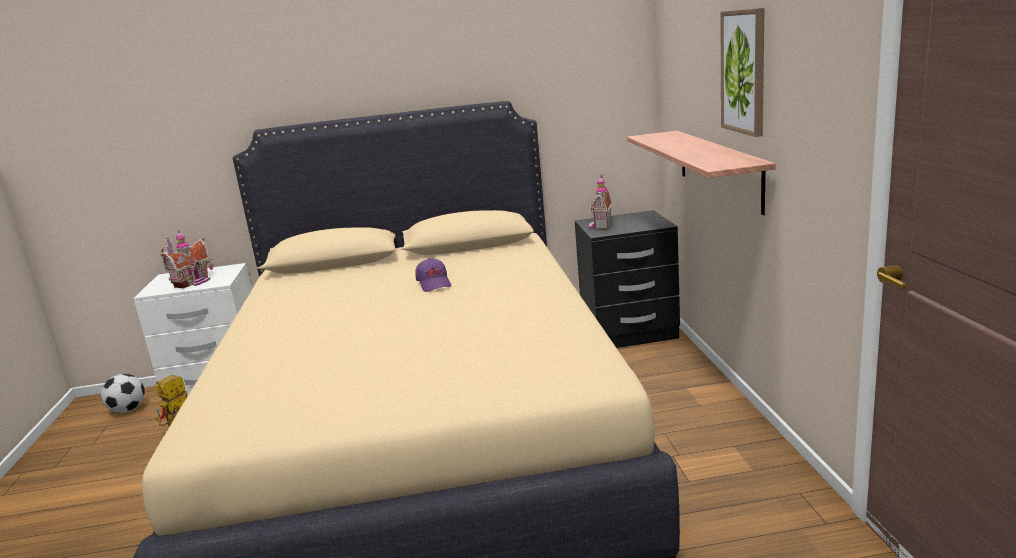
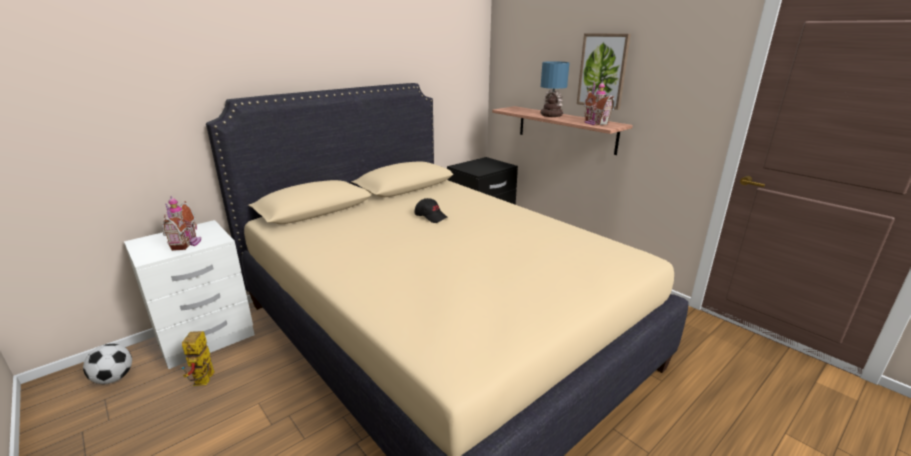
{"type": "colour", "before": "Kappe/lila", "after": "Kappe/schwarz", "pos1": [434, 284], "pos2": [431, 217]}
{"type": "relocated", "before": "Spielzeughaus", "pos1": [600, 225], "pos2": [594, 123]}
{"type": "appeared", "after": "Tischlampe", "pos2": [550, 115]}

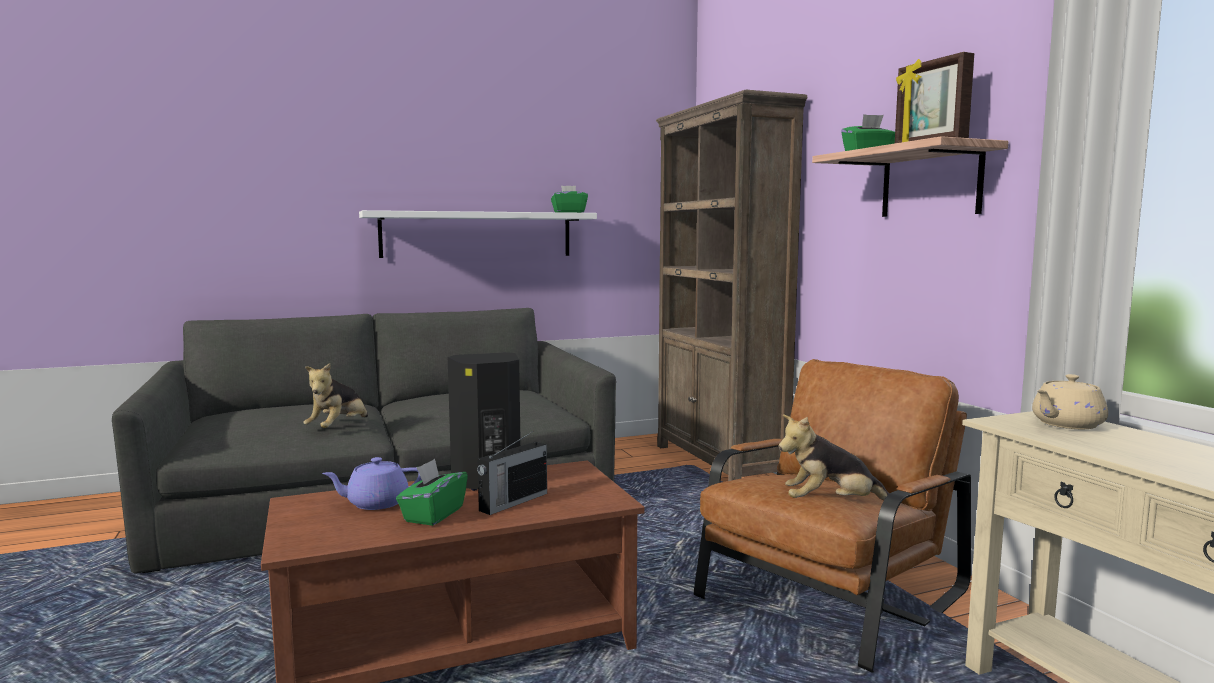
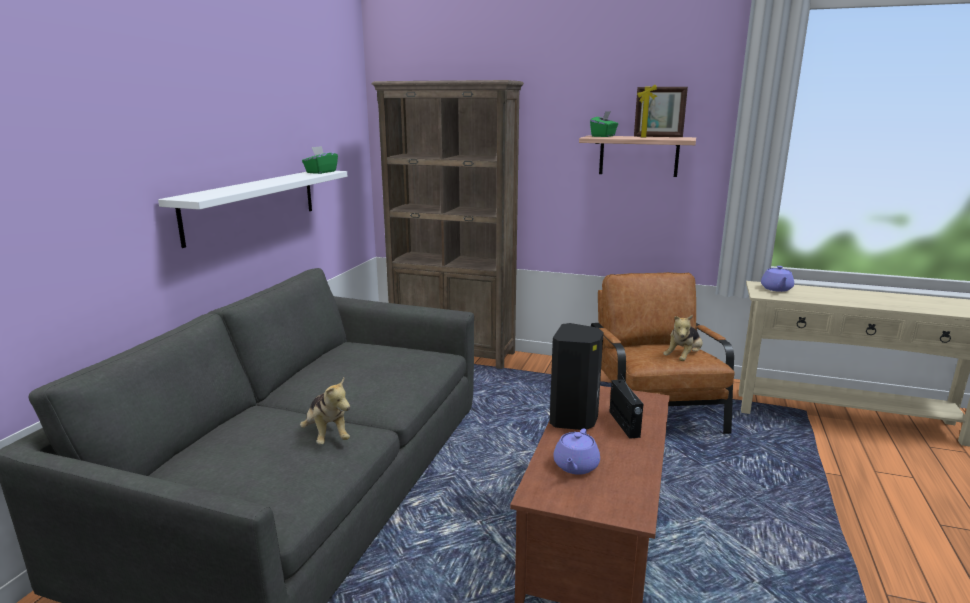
{"type": "missing", "before": "Taschentuchbox/grün", "pos1": [433, 514]}
{"type": "colour", "before": "Teekanne/beige", "after": "Teekanne/lila", "pos1": [1066, 424], "pos2": [776, 289]}

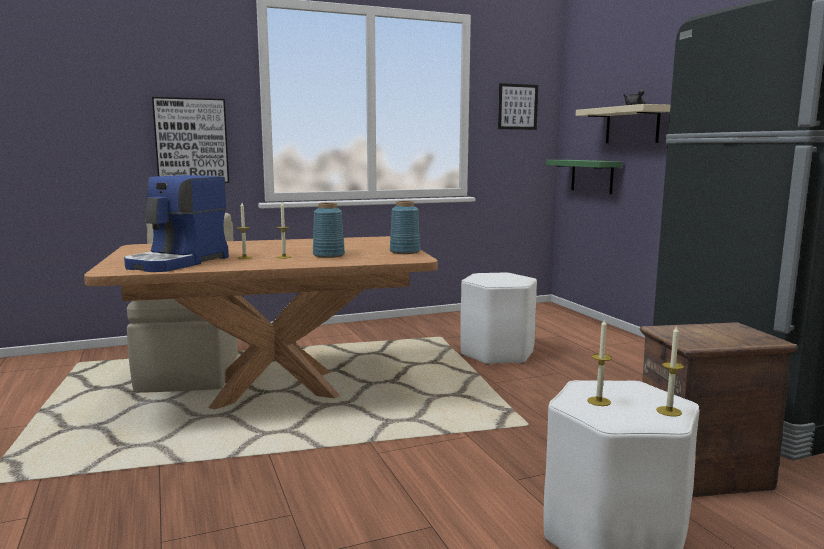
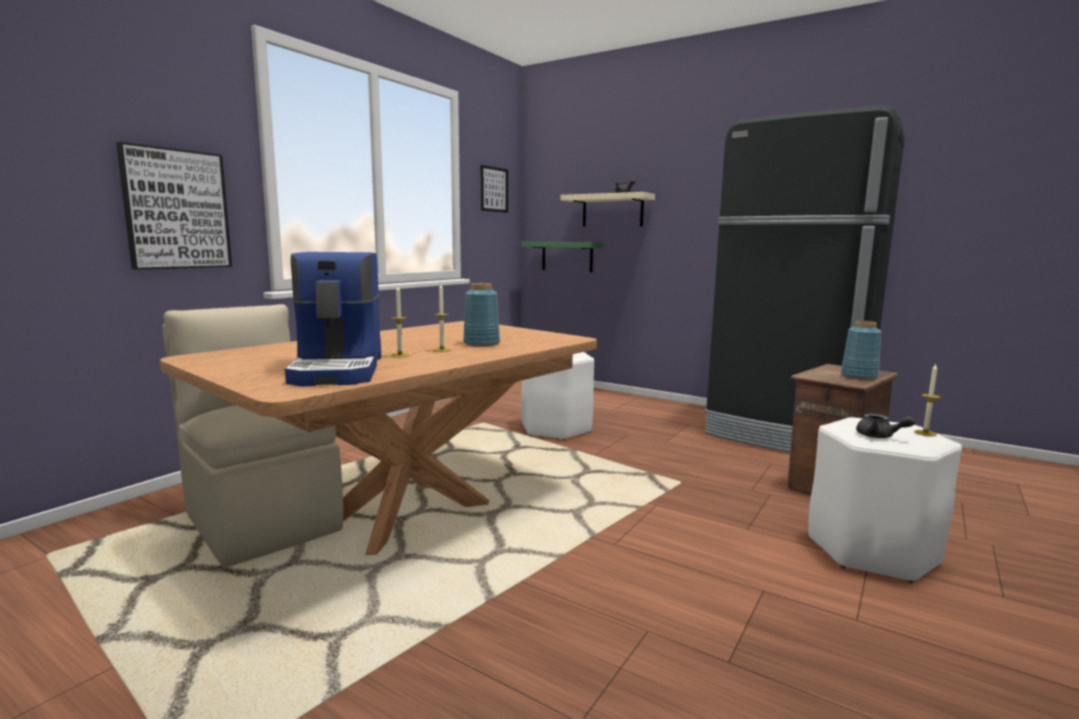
{"type": "relocated", "before": "Vase/blau", "pos1": [404, 252], "pos2": [858, 376]}
{"type": "exchanged", "before": "Kerze", "after": "Teekanne/grau", "pos1": [599, 401], "pos2": [879, 436]}

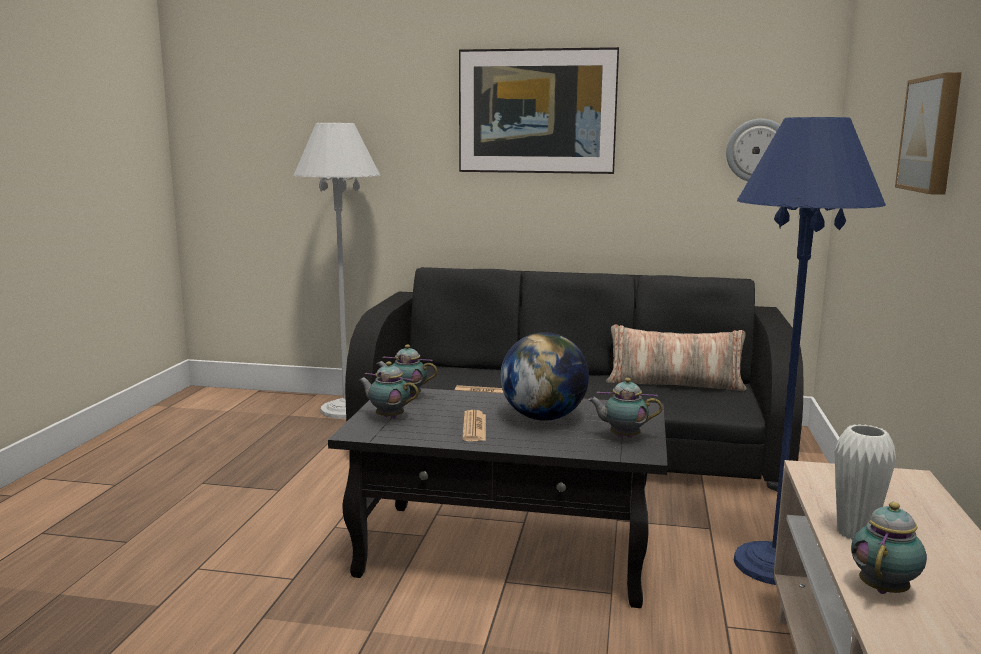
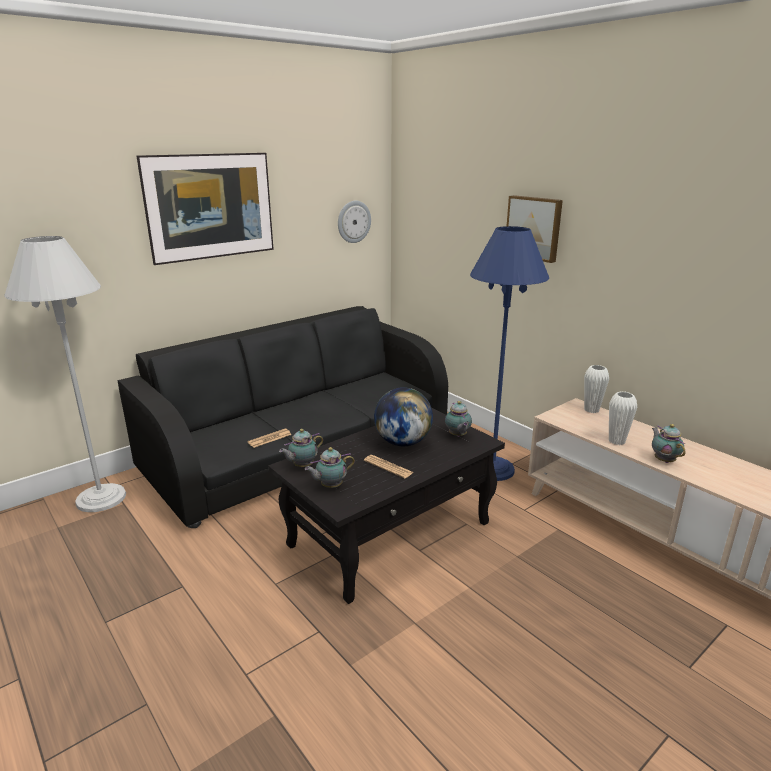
{"type": "spun", "before": "Teekanne", "pos1": [622, 436], "pos2": [457, 436], "turn": -60}
{"type": "missing", "before": "Kissen", "pos1": [674, 384]}
{"type": "appeared", "after": "Vase/weiß", "pos2": [591, 410]}

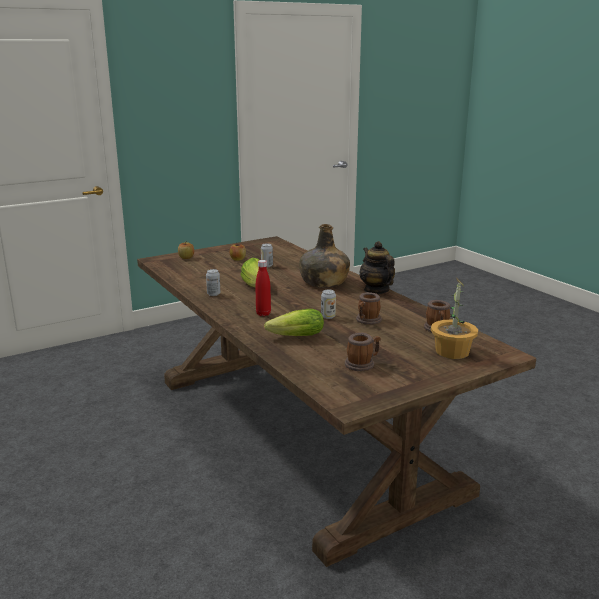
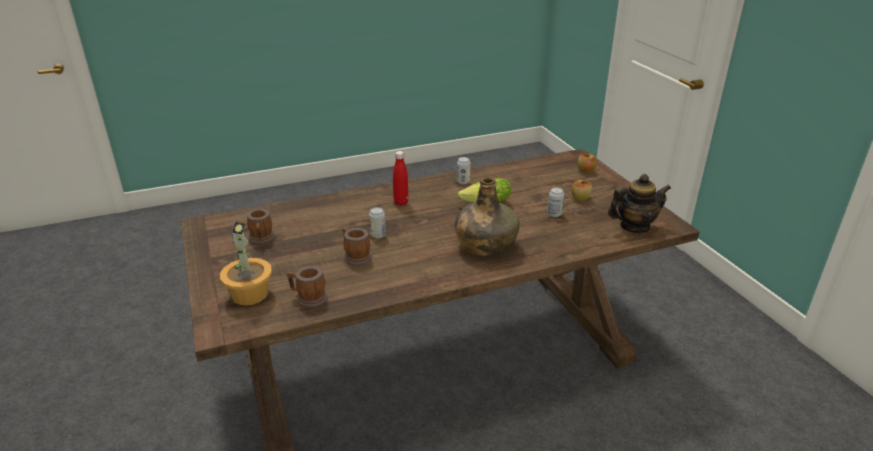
{"type": "missing", "before": "Salatkopf", "pos1": [293, 337]}
{"type": "relocated", "before": "Teekanne", "pos1": [376, 290], "pos2": [634, 226]}

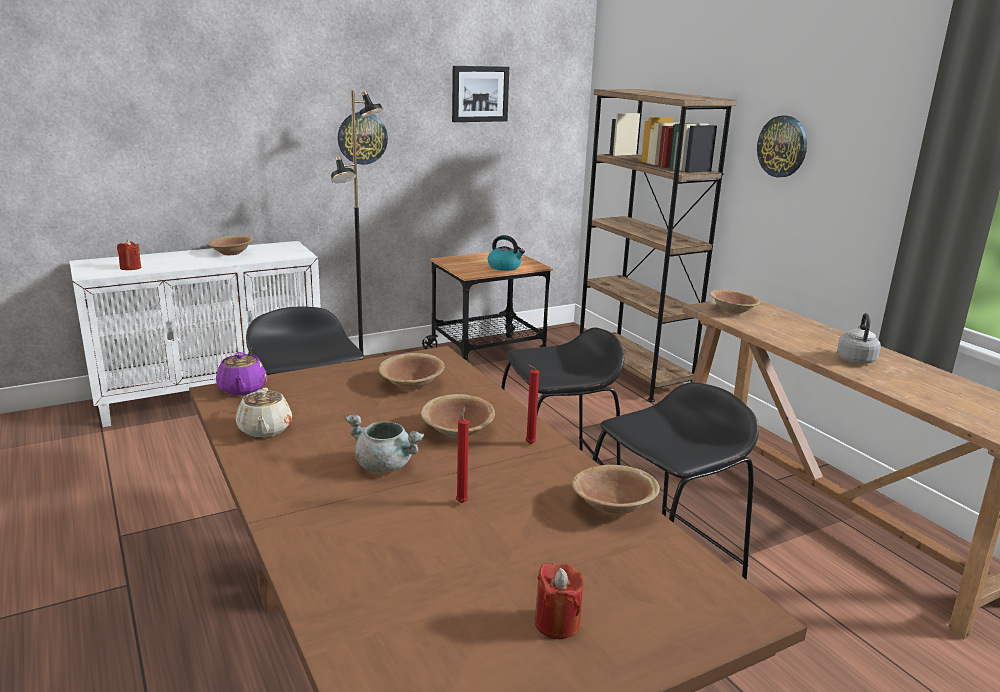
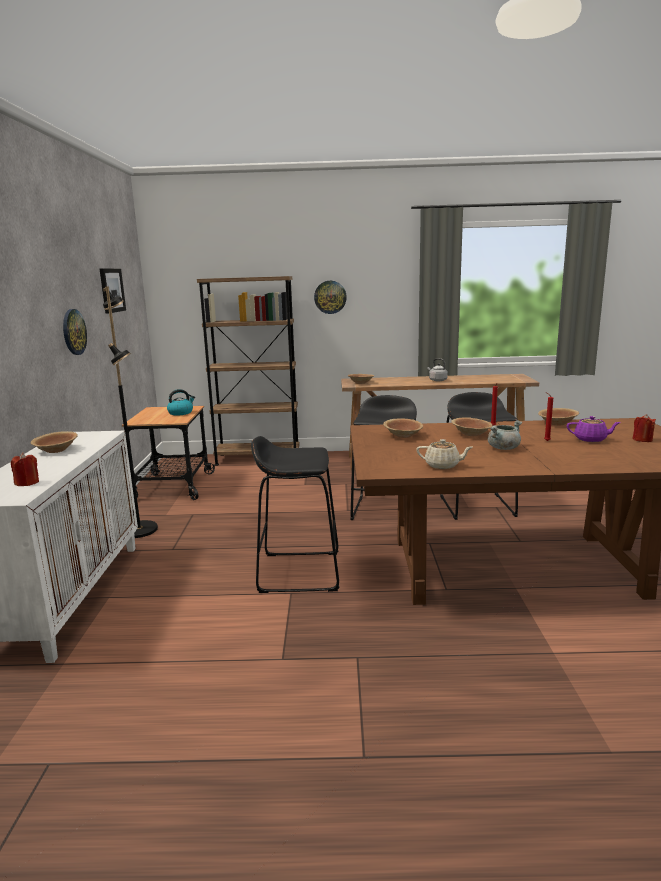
{"type": "relocated", "before": "Teekanne/lila", "pos1": [242, 389], "pos2": [591, 439]}

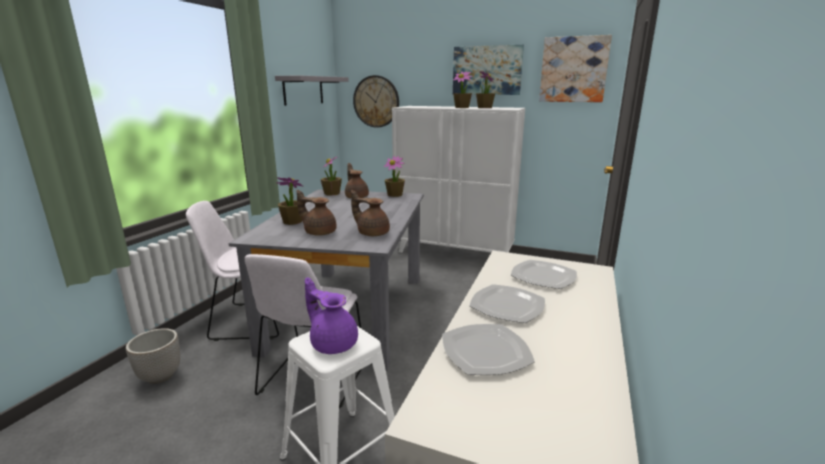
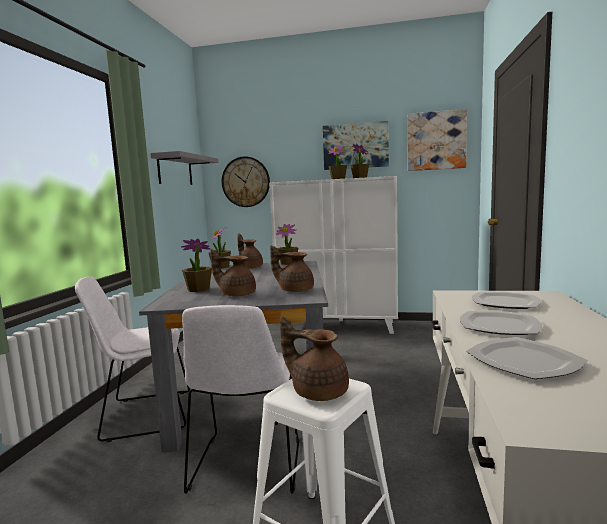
{"type": "missing", "before": "Pflanzkübel", "pos1": [160, 376]}
{"type": "colour", "before": "Teekanne/lila", "after": "Teekanne/braun", "pos1": [333, 343], "pos2": [318, 391]}

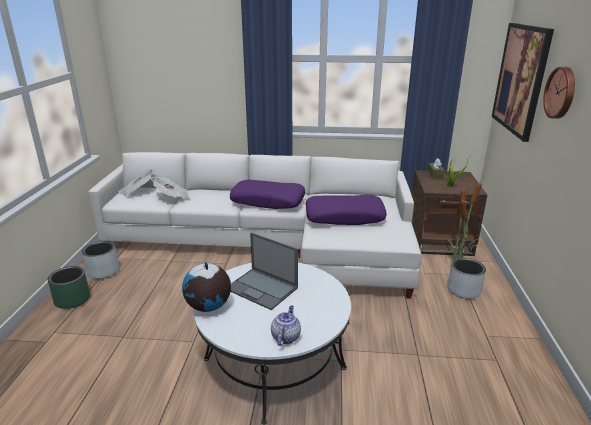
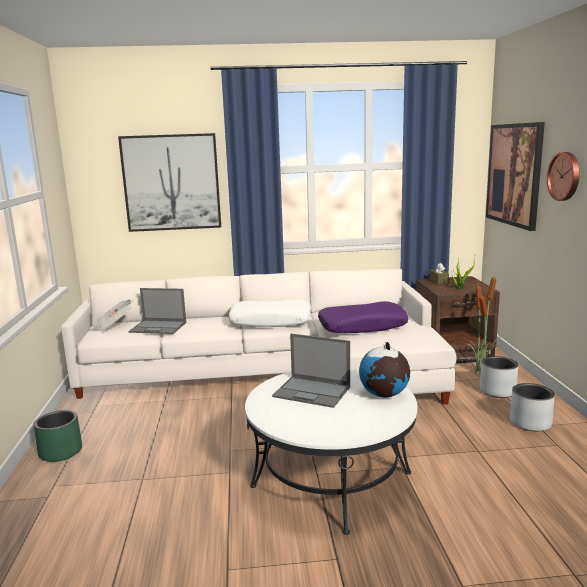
{"type": "relocated", "before": "Pflanzkübel/grau", "pos1": [103, 271], "pos2": [530, 422]}
{"type": "exchanged", "before": "Zeitung", "after": "Laptop", "pos1": [172, 197], "pos2": [159, 327]}
{"type": "relocated", "before": "Globus", "pos1": [208, 307], "pos2": [384, 395]}
{"type": "colour", "before": "Kissen/lila", "after": "Kissen/weiß", "pos1": [268, 201], "pos2": [271, 321]}
{"type": "missing", "before": "Teekanne", "pos1": [285, 337]}
{"type": "appeared", "after": "Bild", "pos2": [171, 182]}

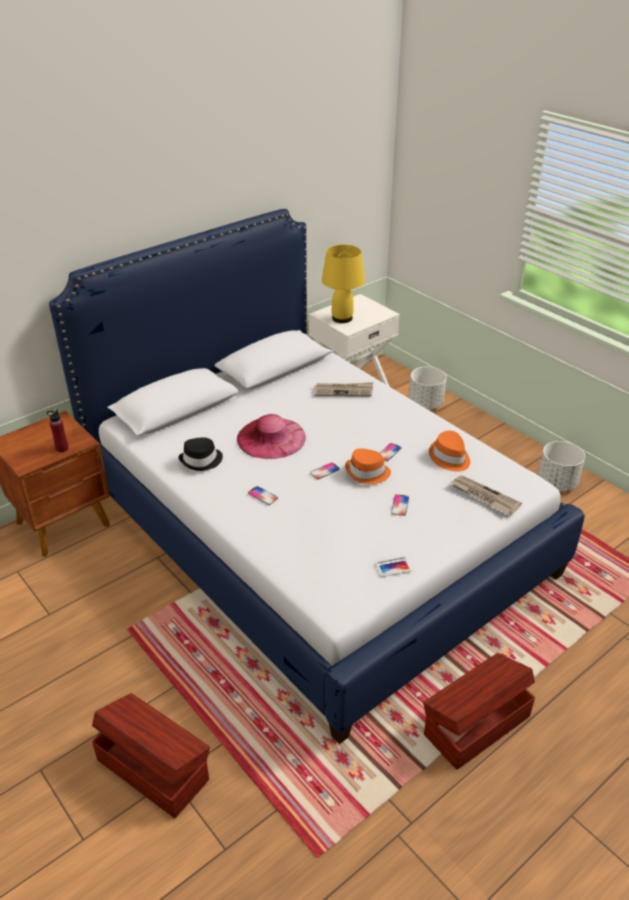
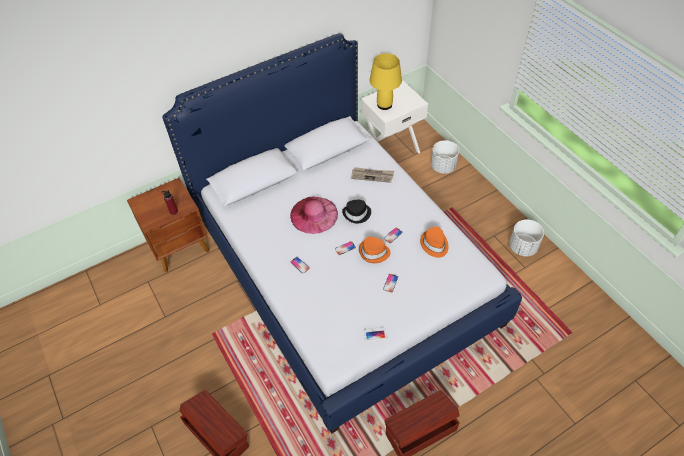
{"type": "relocated", "before": "Hut/schwarz", "pos1": [201, 460], "pos2": [357, 214]}
{"type": "missing", "before": "Zeitung", "pos1": [483, 496]}

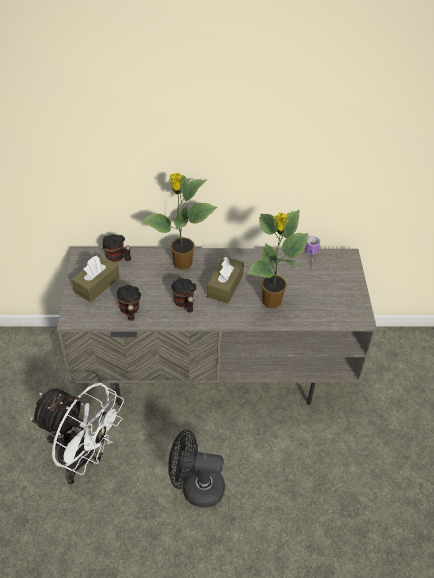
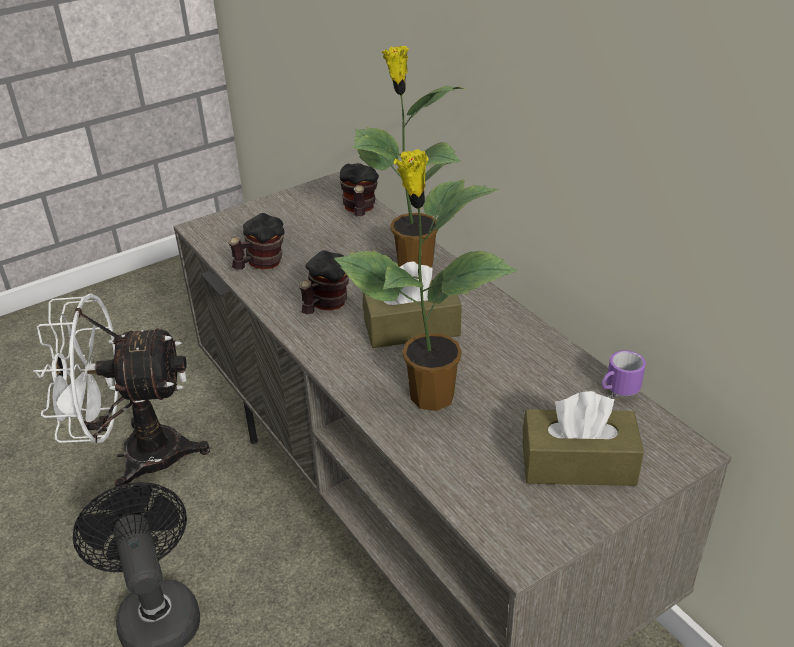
{"type": "spun", "before": "Ventilator/weiß", "pos1": [83, 458], "pos2": [136, 456], "turn": 90}
{"type": "relocated", "before": "Taschentuchbox/braun", "pos1": [97, 285], "pos2": [578, 464]}

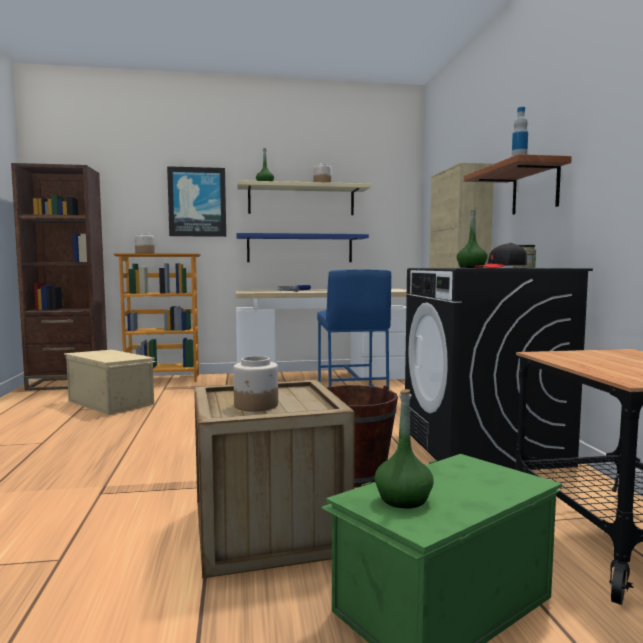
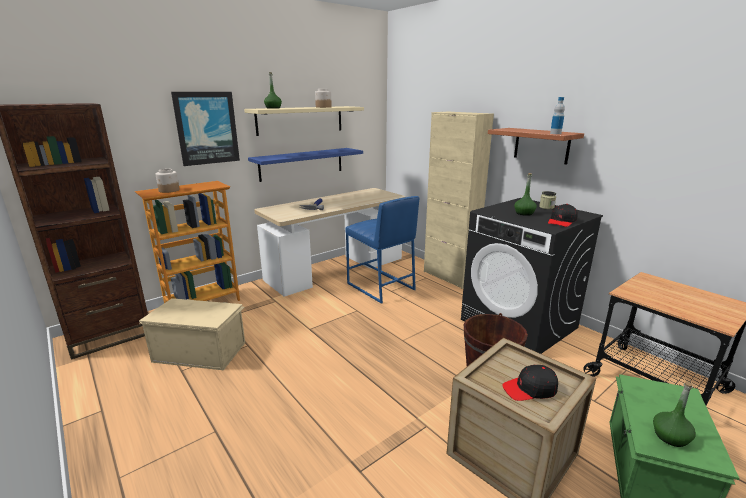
{"type": "exchanged", "before": "Vorratsglas", "after": "Kappe/schwarz", "pos1": [256, 405], "pos2": [530, 389]}

